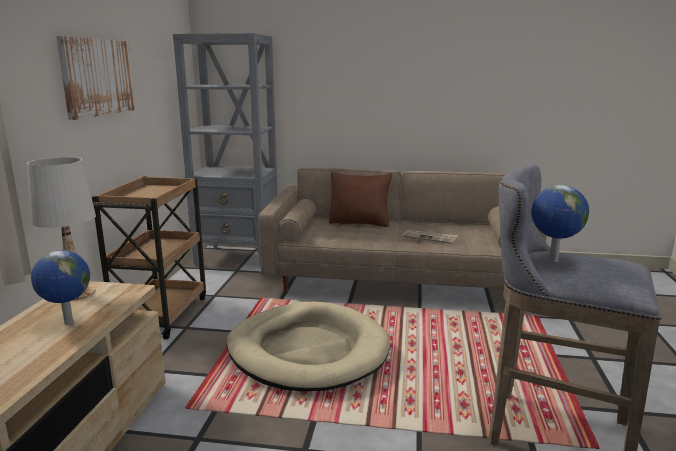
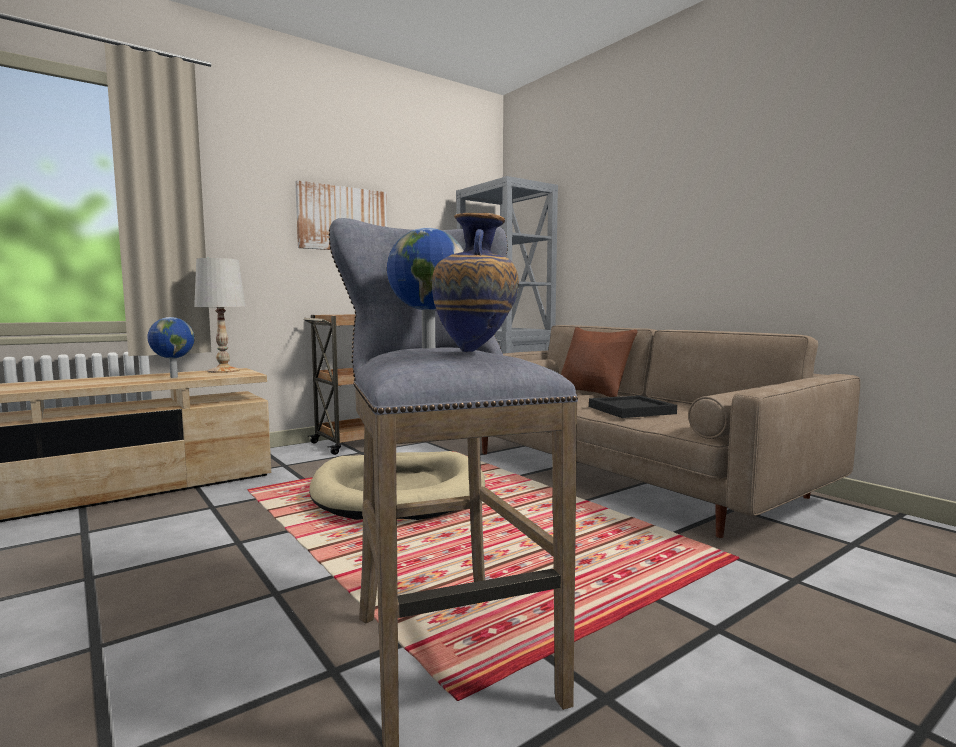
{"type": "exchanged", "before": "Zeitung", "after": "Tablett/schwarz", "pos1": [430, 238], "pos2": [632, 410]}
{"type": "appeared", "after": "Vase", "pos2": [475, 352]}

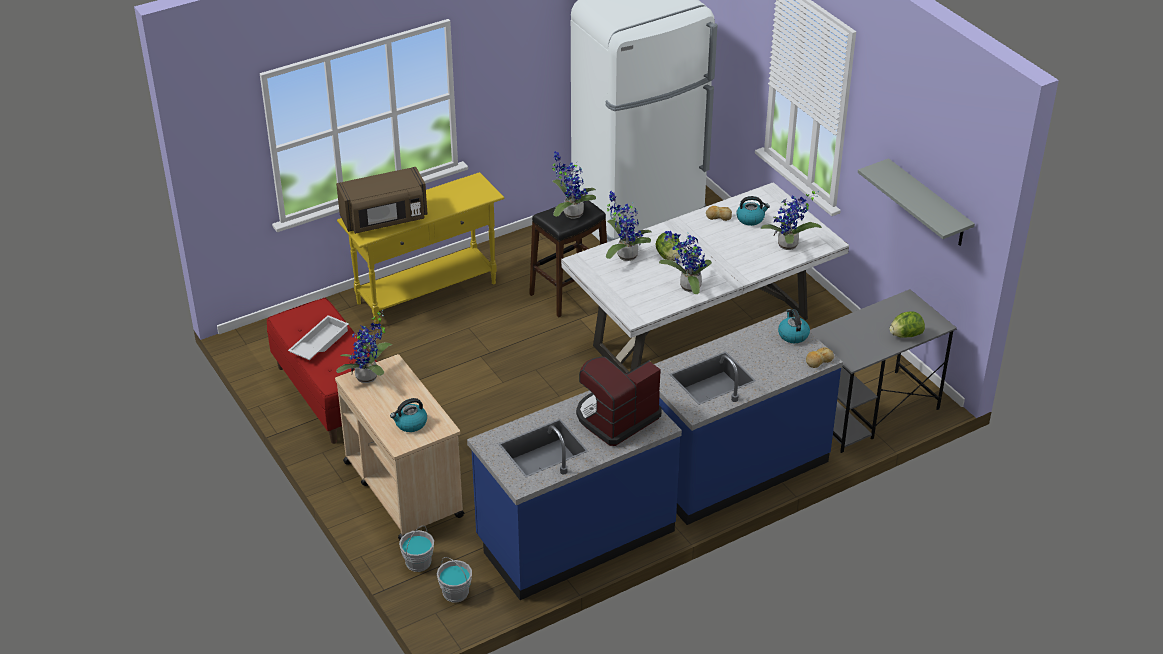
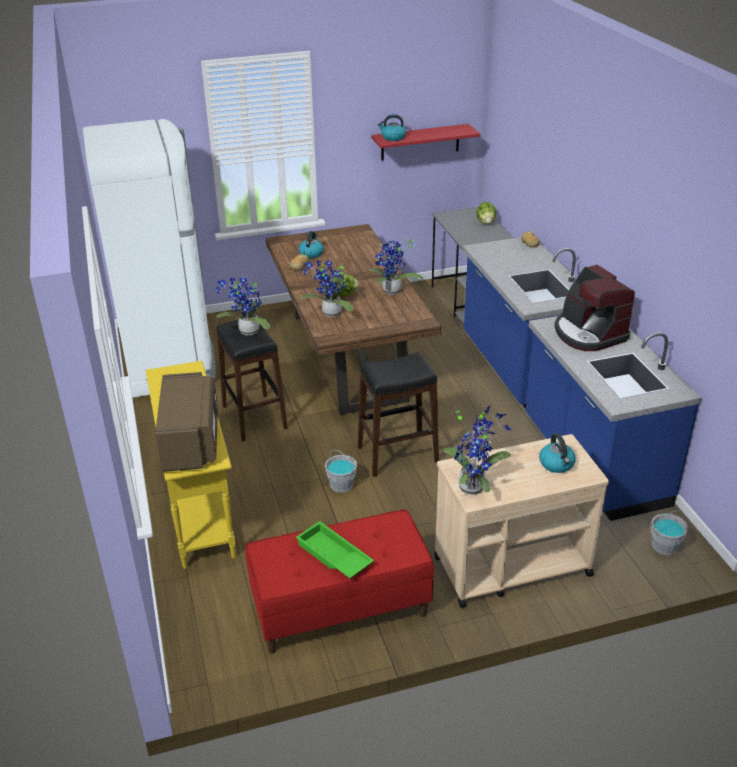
{"type": "colour", "before": "Tablett/weiß", "after": "Tablett/grün", "pos1": [319, 343], "pos2": [333, 556]}
{"type": "relocated", "before": "Eimer/grau", "pos1": [418, 562], "pos2": [341, 485]}
{"type": "colour", "before": "Esstisch/weiß", "after": "Esstisch/braun", "pos1": [701, 332], "pos2": [347, 357]}
{"type": "missing", "before": "Topfpflanze", "pos1": [789, 246]}
{"type": "relocated", "before": "Wasserkessel", "pos1": [792, 335], "pos2": [393, 137]}
{"type": "colour", "before": "Wandregal/grau", "after": "Wandregal/rot", "pos1": [928, 204], "pos2": [420, 142]}
{"type": "appeared", "after": "Hocker/schwarz", "pos2": [397, 455]}

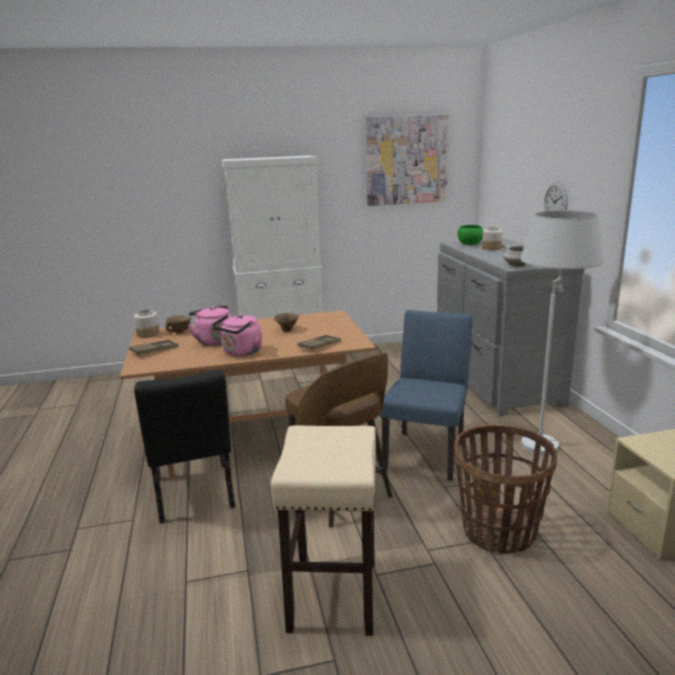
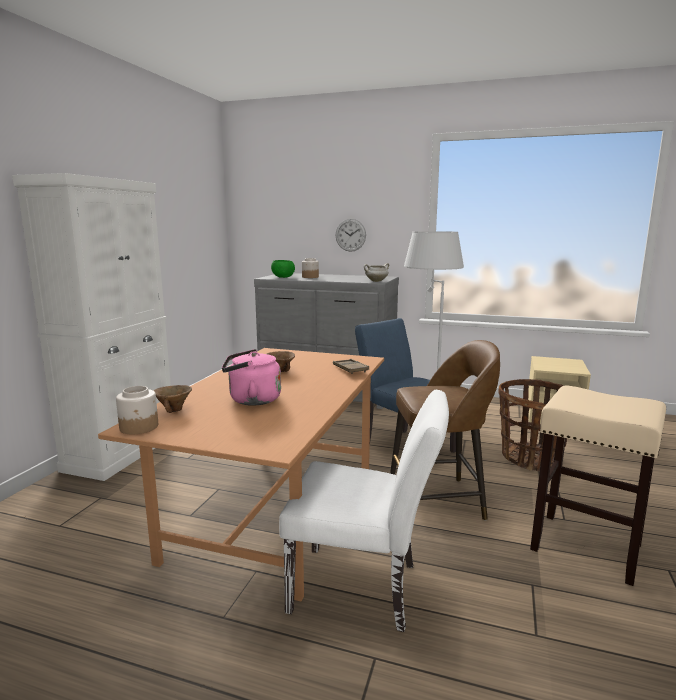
{"type": "missing", "before": "Tablett/braun", "pos1": [154, 350]}
{"type": "colour", "before": "Stuhl/schwarz", "after": "Stuhl/weiß", "pos1": [194, 497], "pos2": [365, 589]}
{"type": "missing", "before": "Wasserkessel/rosa", "pos1": [241, 352]}
{"type": "missing", "before": "Bild", "pos1": [406, 160]}

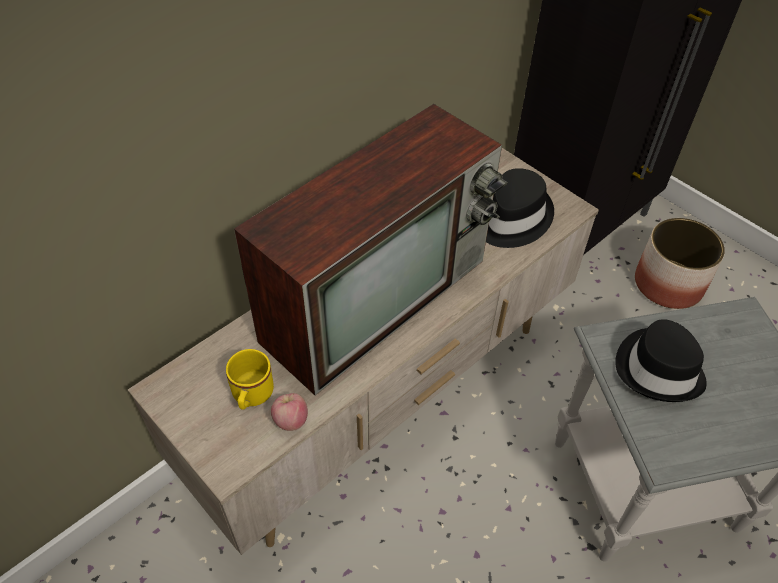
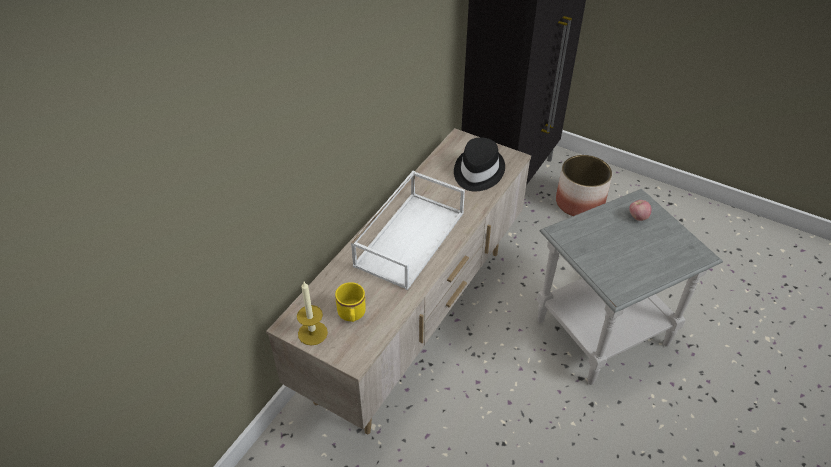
{"type": "exchanged", "before": "Fernseher", "after": "Tablett/weiß", "pos1": [377, 296], "pos2": [409, 237]}
{"type": "relocated", "before": "Apfel", "pos1": [291, 420], "pos2": [637, 217]}
{"type": "missing", "before": "Hut/schwarz", "pos1": [659, 369]}
{"type": "appeared", "after": "Kerze", "pos2": [312, 333]}

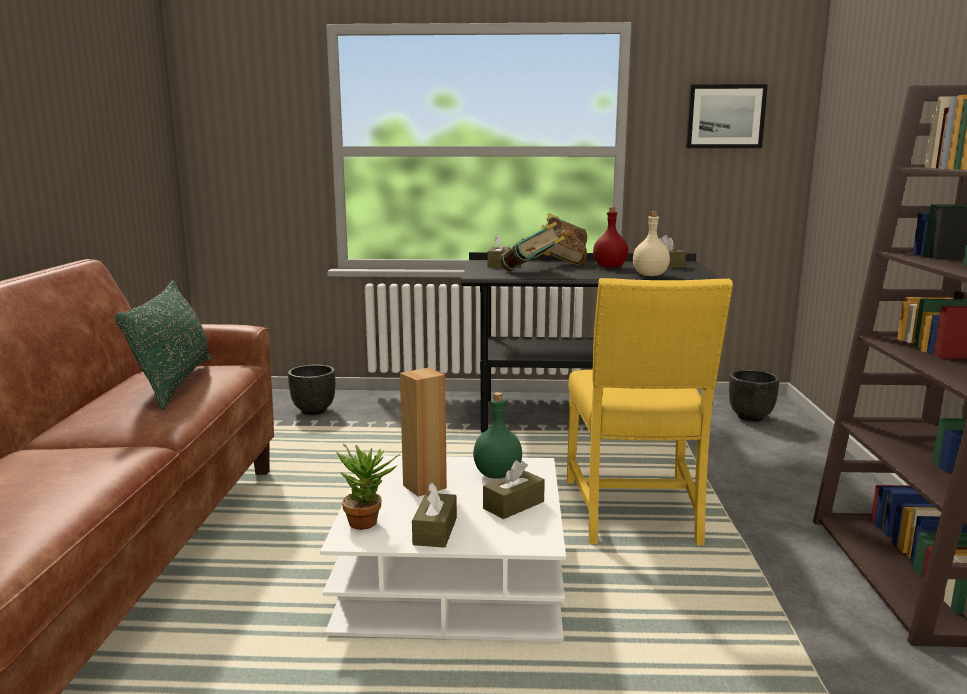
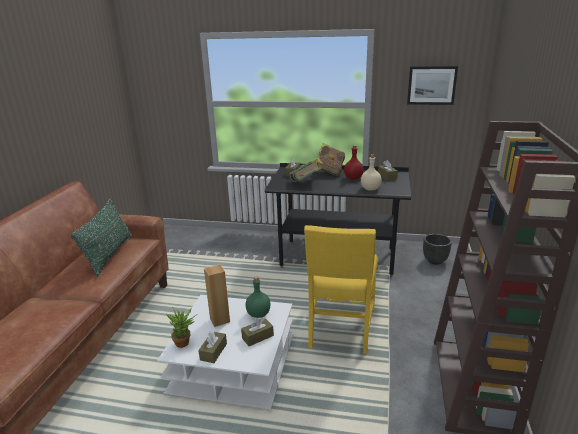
{"type": "missing", "before": "Pflanzkübel/schwarz", "pos1": [314, 411]}

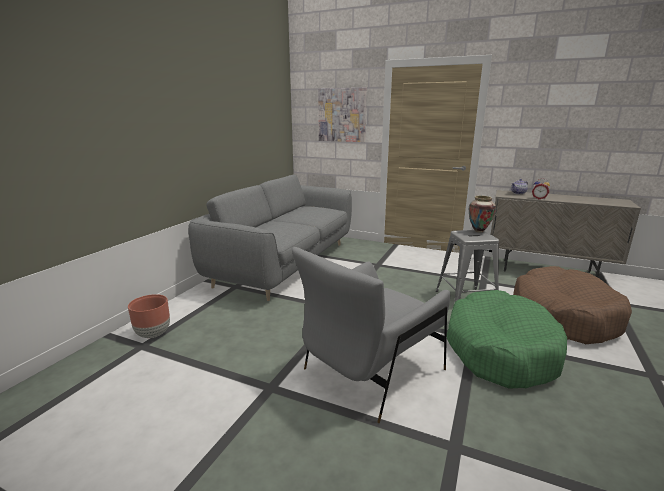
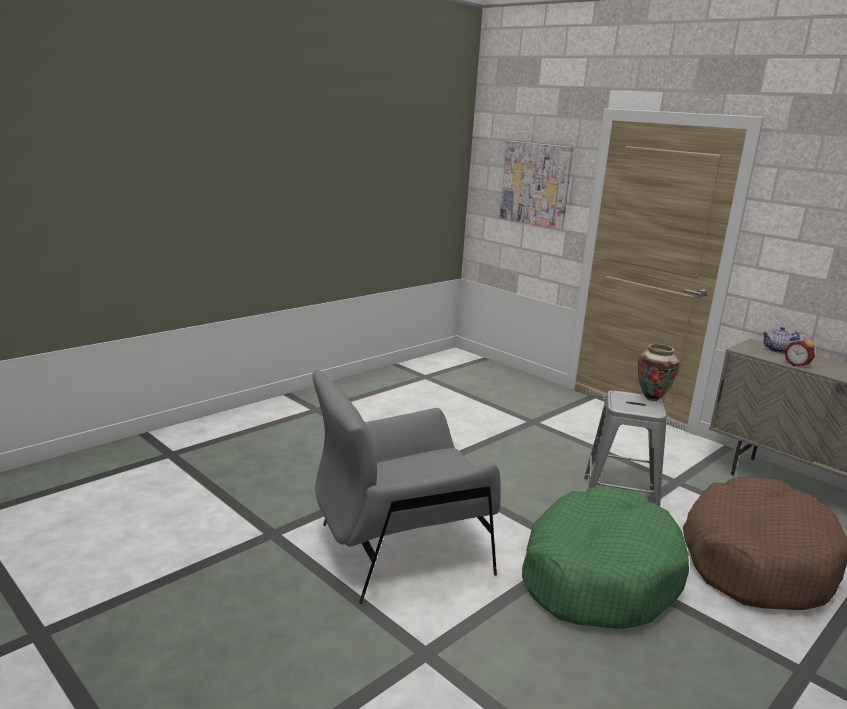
{"type": "missing", "before": "Pflanzkübel/braun", "pos1": [153, 334]}
{"type": "missing", "before": "Sofa/grau", "pos1": [284, 263]}

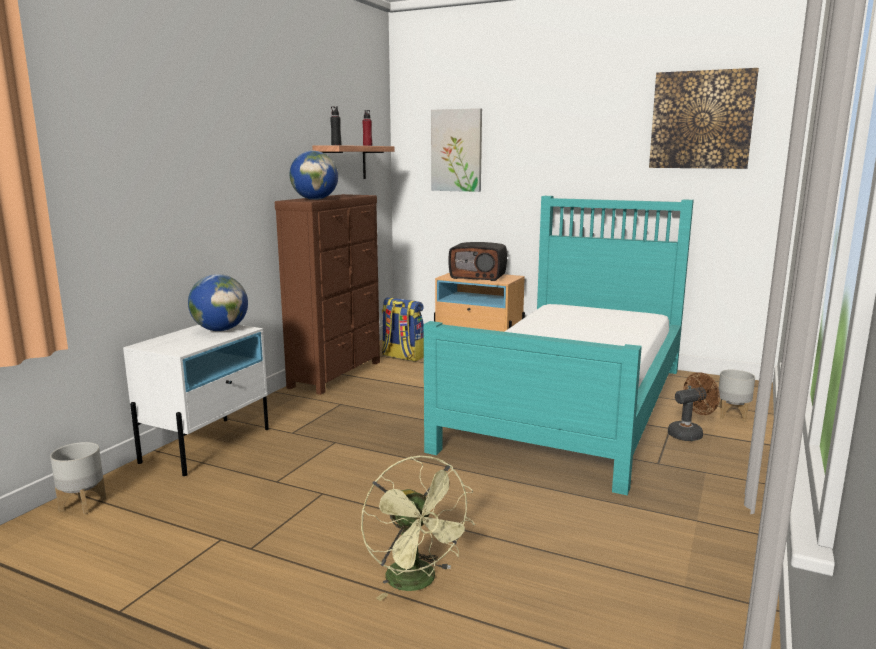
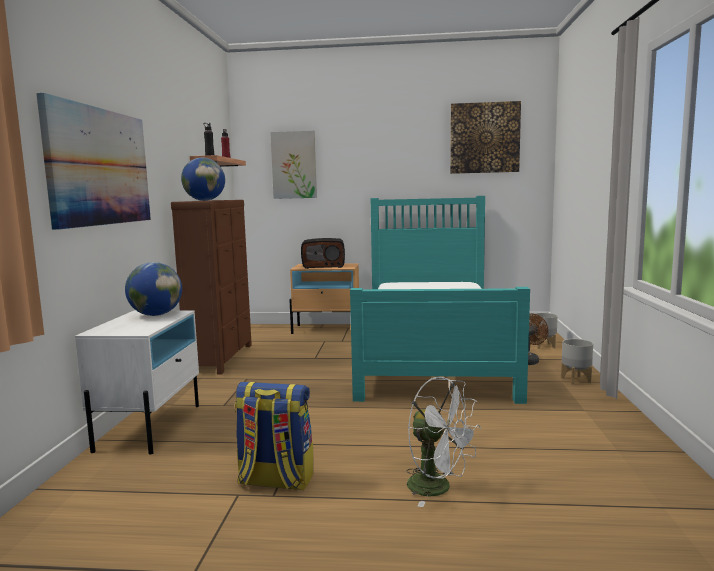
{"type": "relocated", "before": "Pflanzkübel/grau", "pos1": [83, 505], "pos2": [576, 380]}
{"type": "colour", "before": "Ventilator/grün", "after": "Ventilator/weiß", "pos1": [418, 582], "pos2": [438, 488]}
{"type": "relocated", "before": "Rucksack", "pos1": [402, 357], "pos2": [275, 481]}
{"type": "appeared", "after": "Bild", "pos2": [99, 167]}

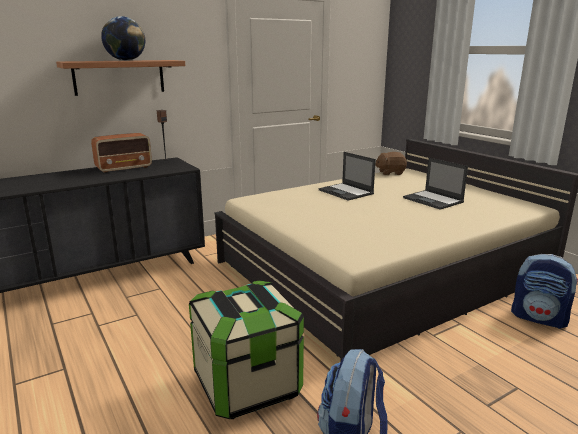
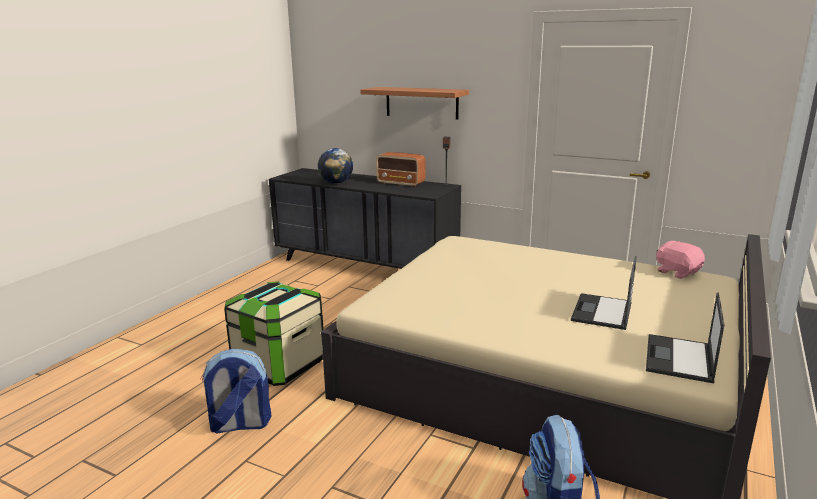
{"type": "relocated", "before": "Globus", "pos1": [126, 60], "pos2": [336, 183]}
{"type": "relocated", "before": "Laptop", "pos1": [346, 192], "pos2": [679, 359]}
{"type": "colour", "before": "Plüschtier/braun", "after": "Plüschtier/rosa", "pos1": [390, 173], "pos2": [677, 272]}

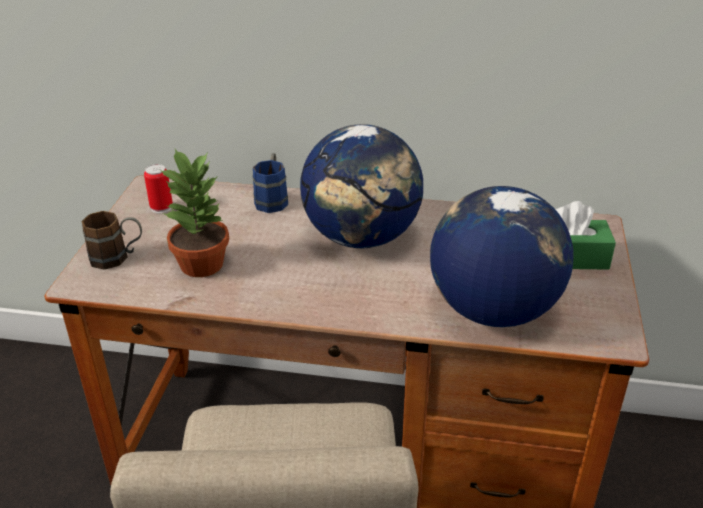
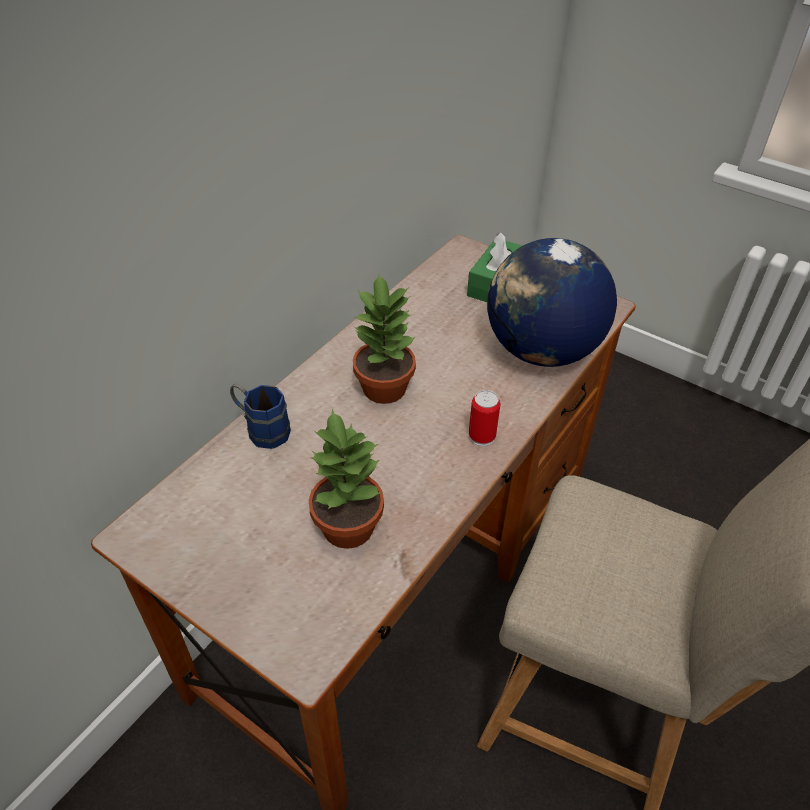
{"type": "missing", "before": "Henkelbecher/braun", "pos1": [117, 257]}
{"type": "relocated", "before": "Dose", "pos1": [161, 207], "pos2": [482, 436]}
{"type": "exchanged", "before": "Globus", "after": "Topfpflanze", "pos1": [362, 238], "pos2": [385, 387]}

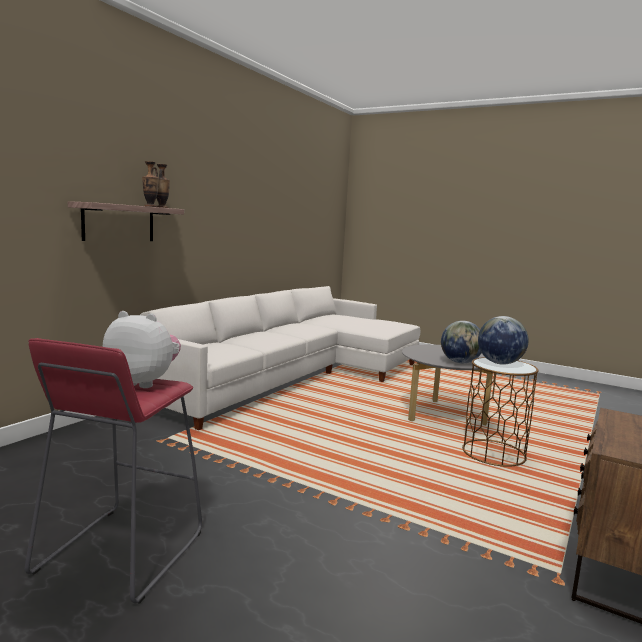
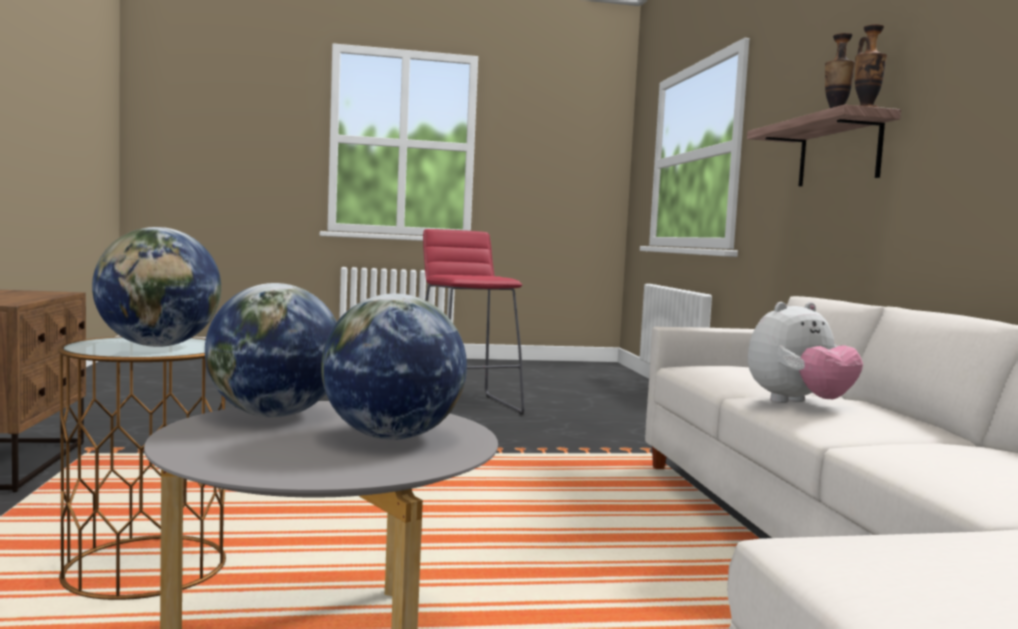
{"type": "relocated", "before": "Plüschtier", "pos1": [144, 382], "pos2": [798, 404]}
{"type": "appeared", "after": "Globus", "pos2": [391, 437]}

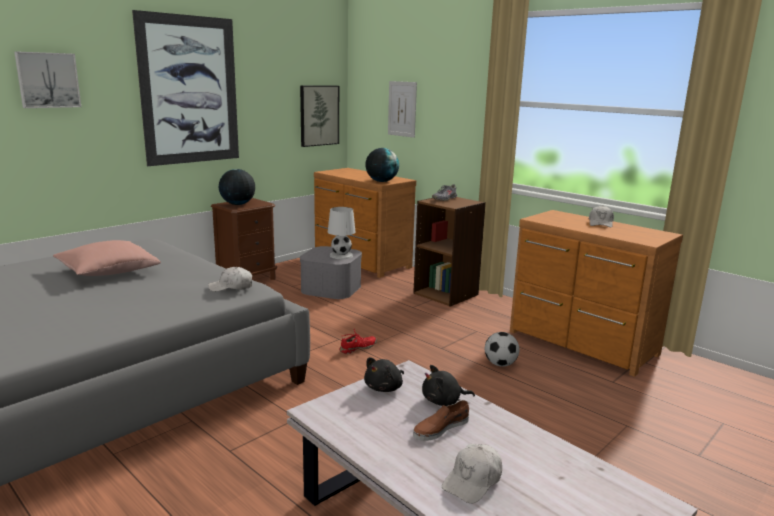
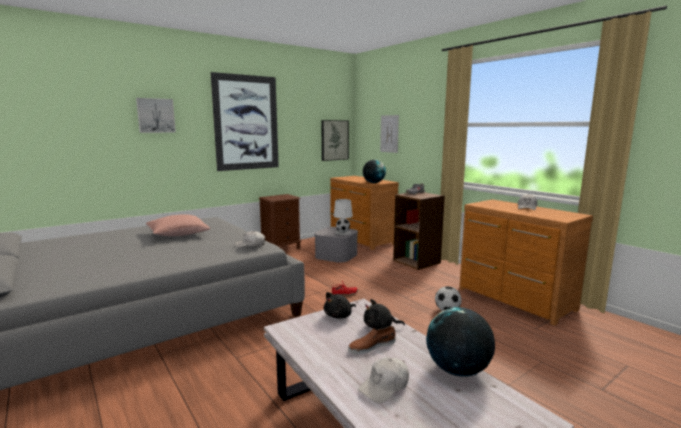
{"type": "relocated", "before": "Globus", "pos1": [237, 204], "pos2": [457, 370]}

